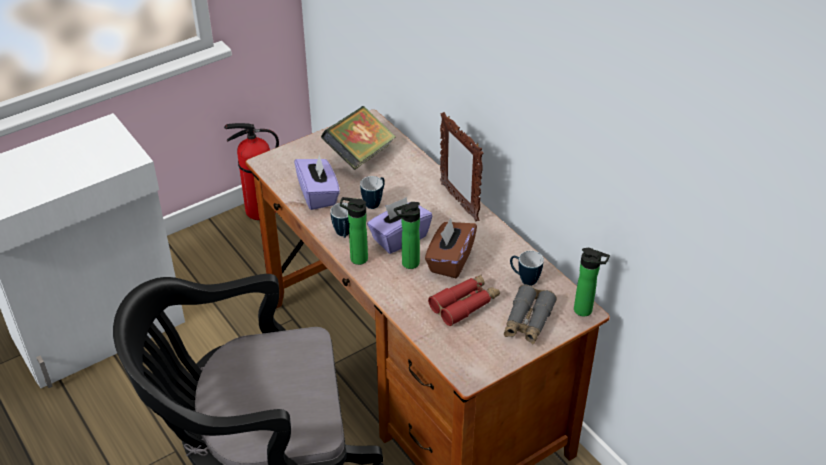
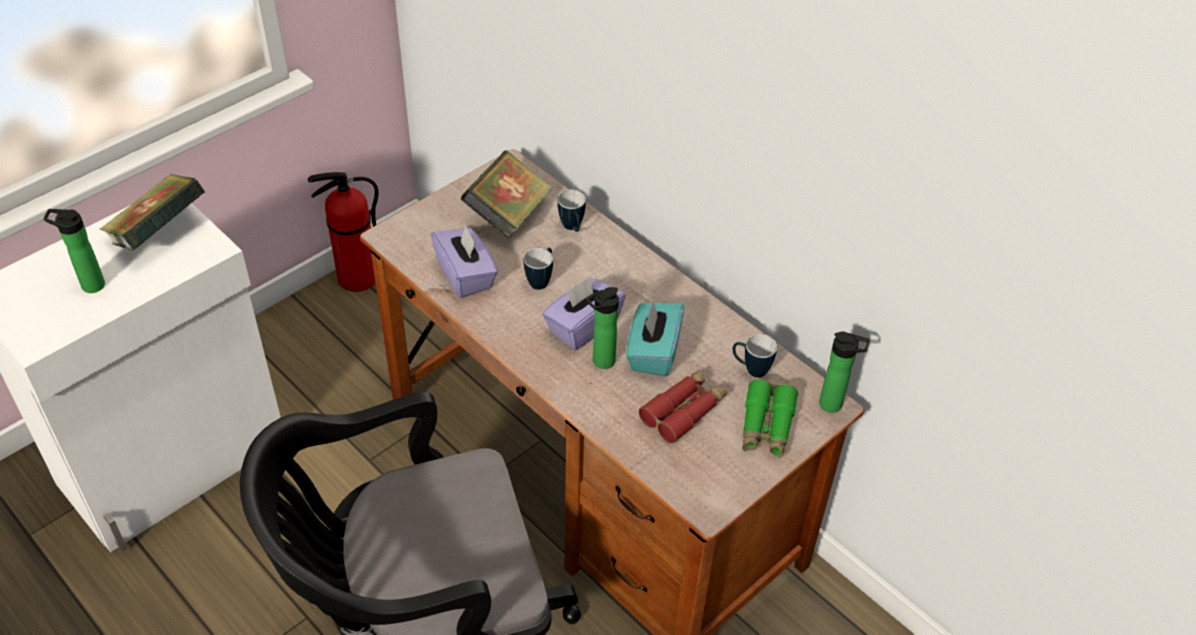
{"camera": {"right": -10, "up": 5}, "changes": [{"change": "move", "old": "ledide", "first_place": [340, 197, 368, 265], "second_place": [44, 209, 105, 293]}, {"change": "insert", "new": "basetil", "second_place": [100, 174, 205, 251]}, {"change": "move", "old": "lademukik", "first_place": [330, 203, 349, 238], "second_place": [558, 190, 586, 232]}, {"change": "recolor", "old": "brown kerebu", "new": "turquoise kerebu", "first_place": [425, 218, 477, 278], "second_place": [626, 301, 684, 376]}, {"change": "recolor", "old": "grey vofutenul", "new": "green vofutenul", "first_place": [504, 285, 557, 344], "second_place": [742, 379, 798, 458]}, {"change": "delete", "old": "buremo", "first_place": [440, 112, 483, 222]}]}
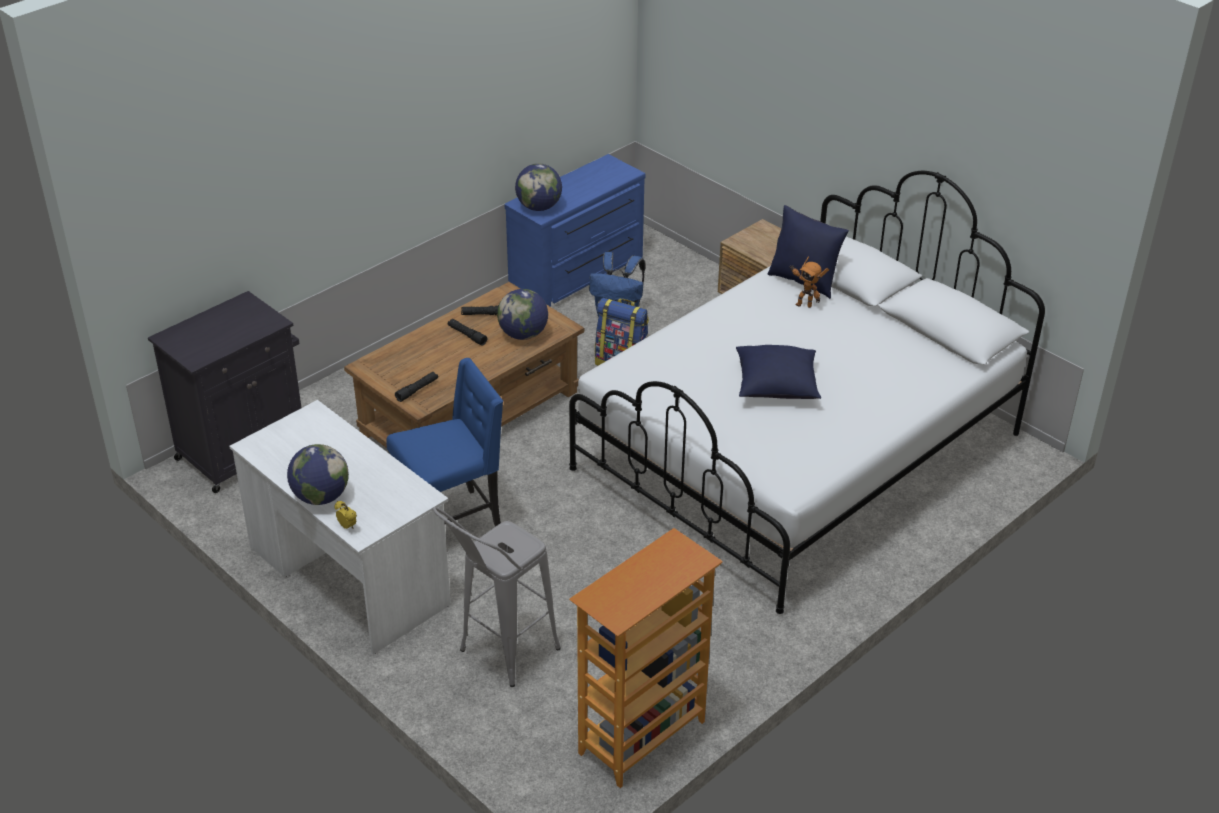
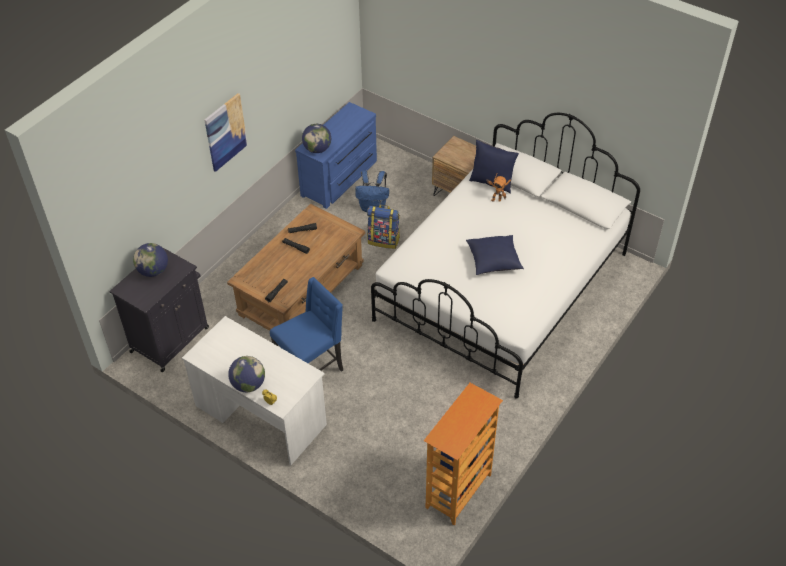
{"camera": {"right": -10, "up": 10}, "changes": [{"change": "move", "old": "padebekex", "first_place": [497, 289, 548, 340], "second_place": [133, 243, 168, 277]}, {"change": "insert", "new": "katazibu", "second_place": [204, 93, 247, 172]}, {"change": "delete", "old": "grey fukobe", "first_place": [432, 507, 561, 687]}]}
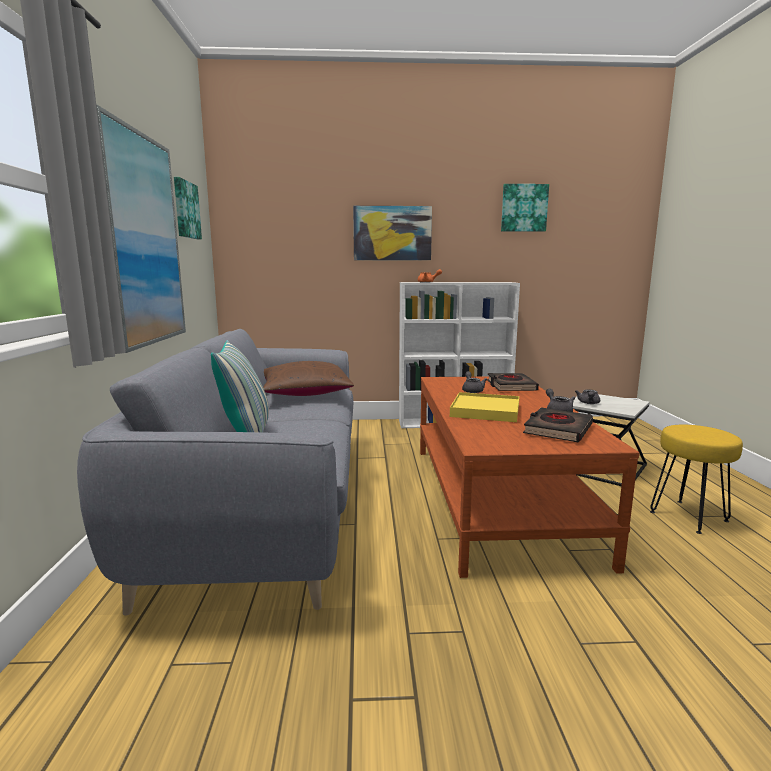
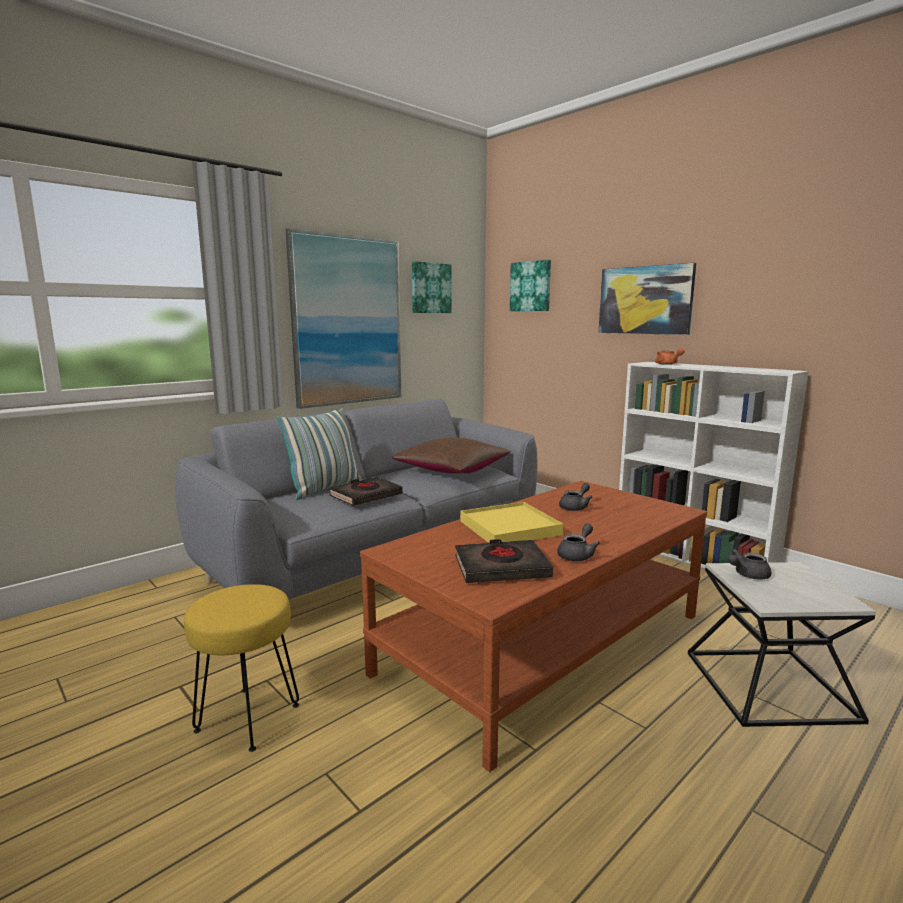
{"camera": {"right": 50, "up": 0}, "changes": [{"change": "move", "old": "yellow fukobe", "first_place": [650, 425, 743, 534], "second_place": [184, 584, 299, 752]}, {"change": "move", "old": "black basetil", "first_place": [487, 373, 539, 391], "second_place": [329, 477, 403, 506]}, {"change": "move", "old": "katazibu", "first_place": [501, 184, 549, 232], "second_place": [510, 260, 551, 311]}]}
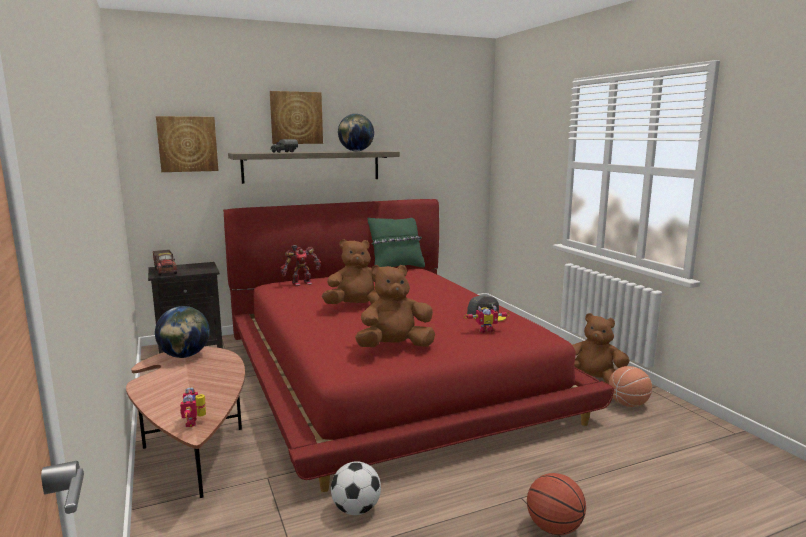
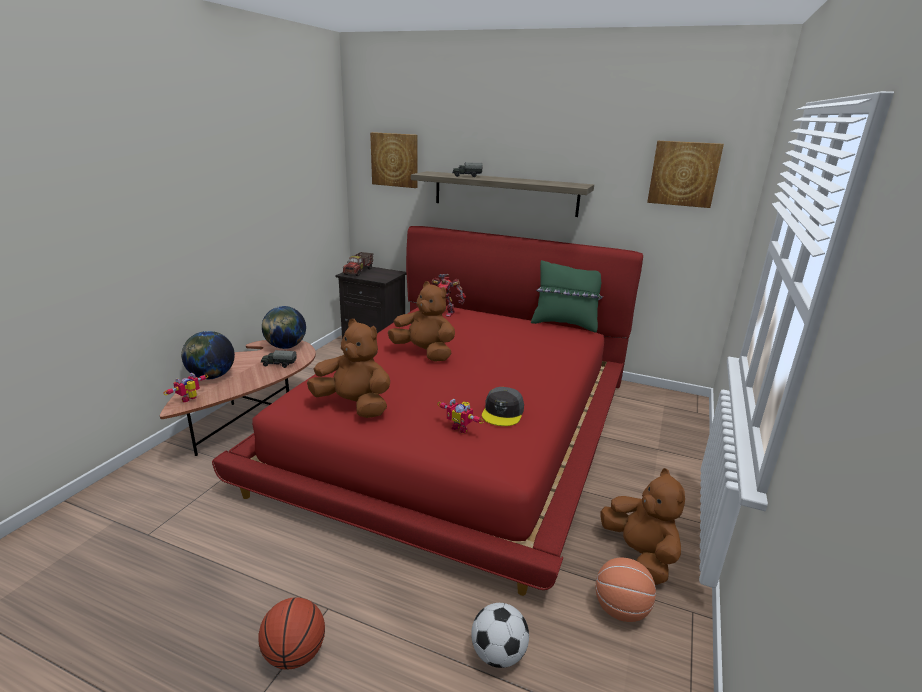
{"camera": {"right": 45, "up": 10}, "changes": [{"change": "move", "old": "padebekex", "first_place": [338, 114, 374, 152], "second_place": [181, 331, 235, 379]}, {"change": "insert", "new": "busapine", "second_place": [261, 350, 297, 368]}, {"change": "move", "old": "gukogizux", "first_place": [331, 461, 381, 515], "second_place": [471, 603, 529, 668]}, {"change": "move", "old": "katazibu", "first_place": [270, 91, 323, 144], "second_place": [647, 141, 724, 208]}]}
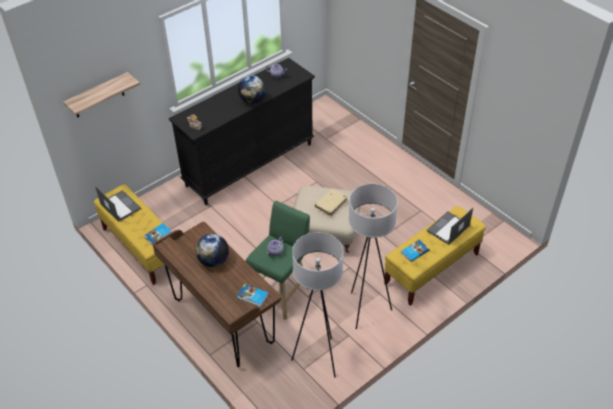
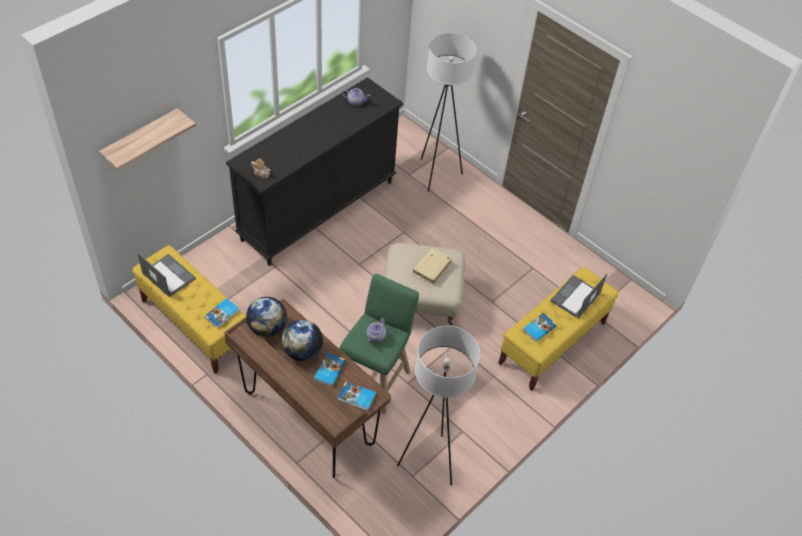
{"camera": {"right": -10, "up": 5}, "changes": [{"change": "move", "old": "padebekex", "first_place": [238, 75, 266, 104], "second_place": [246, 297, 287, 337]}, {"change": "insert", "new": "basetil", "second_place": [314, 353, 346, 387]}, {"change": "move", "old": "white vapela", "first_place": [348, 184, 398, 329], "second_place": [421, 33, 477, 192]}]}
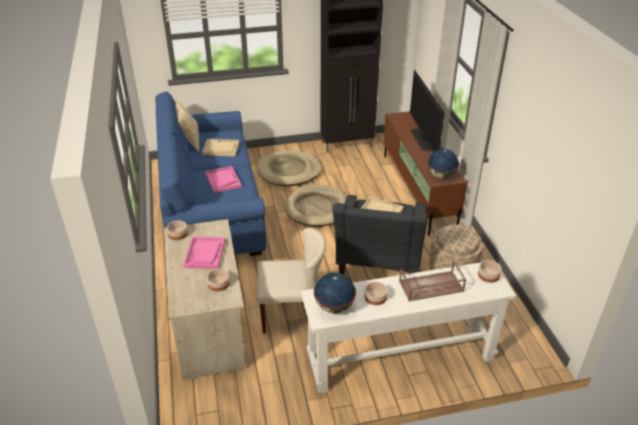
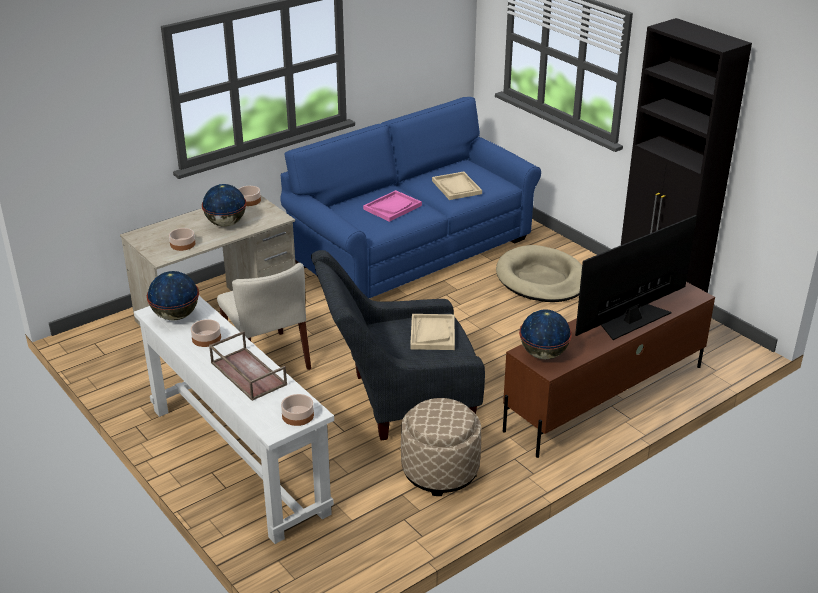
{"camera": {"right": 65, "up": -5}, "changes": [{"change": "replace", "old": "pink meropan", "new": "padebekex", "first_place": [183, 237, 225, 269], "second_place": [202, 184, 246, 227]}, {"change": "delete", "old": "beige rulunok", "first_place": [175, 100, 200, 151]}, {"change": "delete", "old": "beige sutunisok", "first_place": [286, 184, 346, 227]}]}
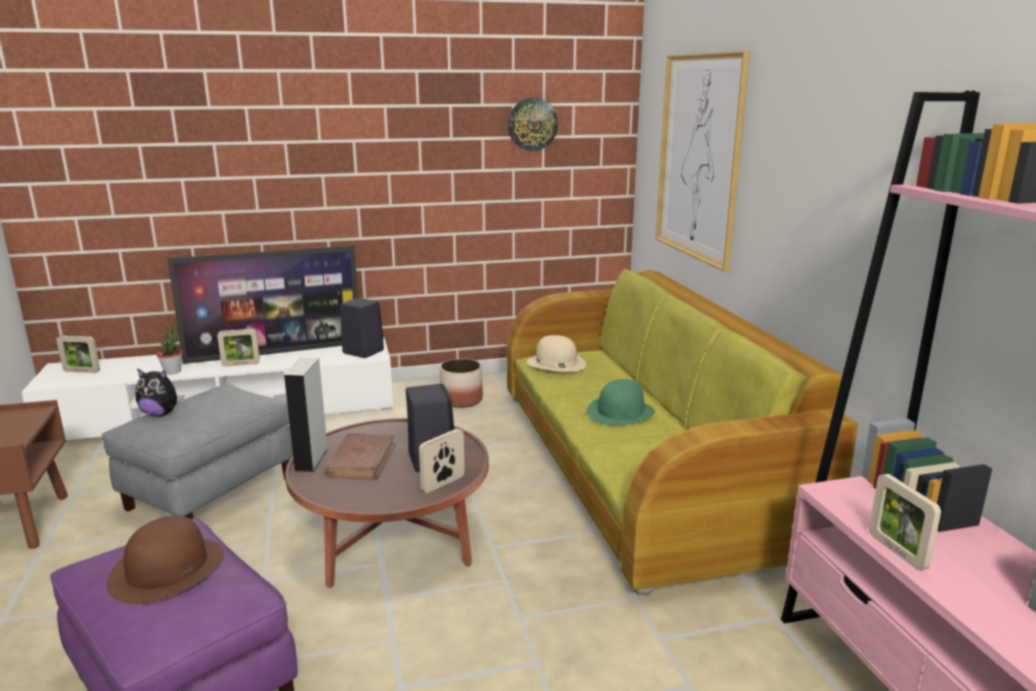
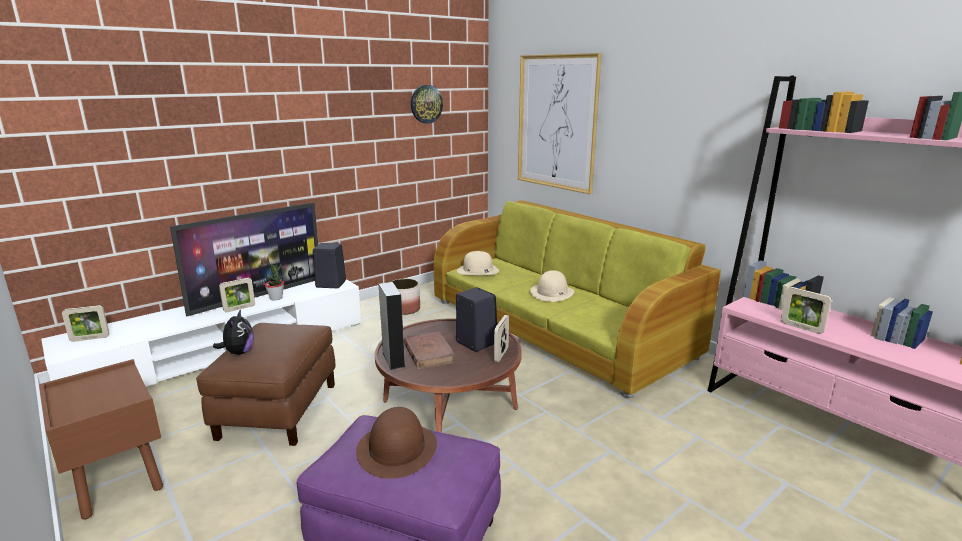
{"camera": {"right": -25, "up": 0}, "changes": [{"change": "recolor", "old": "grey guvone", "new": "brown guvone", "first_place": [101, 385, 293, 519], "second_place": [196, 323, 335, 446]}, {"change": "rotate", "old": "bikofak", "first_place": [135, 368, 185, 417], "second_place": [213, 309, 254, 355], "degrees": -75}, {"change": "move", "old": "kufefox", "first_place": [157, 328, 183, 375], "second_place": [264, 264, 284, 301]}, {"change": "recolor", "old": "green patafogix", "new": "beige patafogix", "first_place": [587, 379, 655, 426], "second_place": [530, 270, 574, 302]}]}
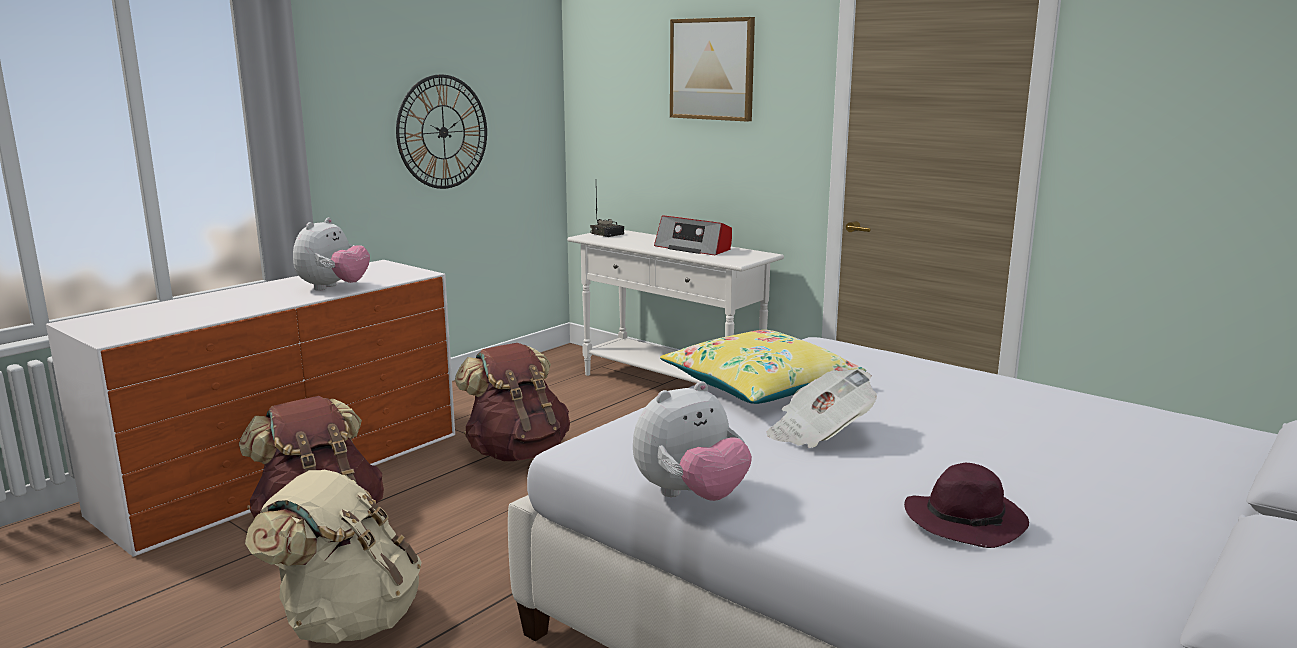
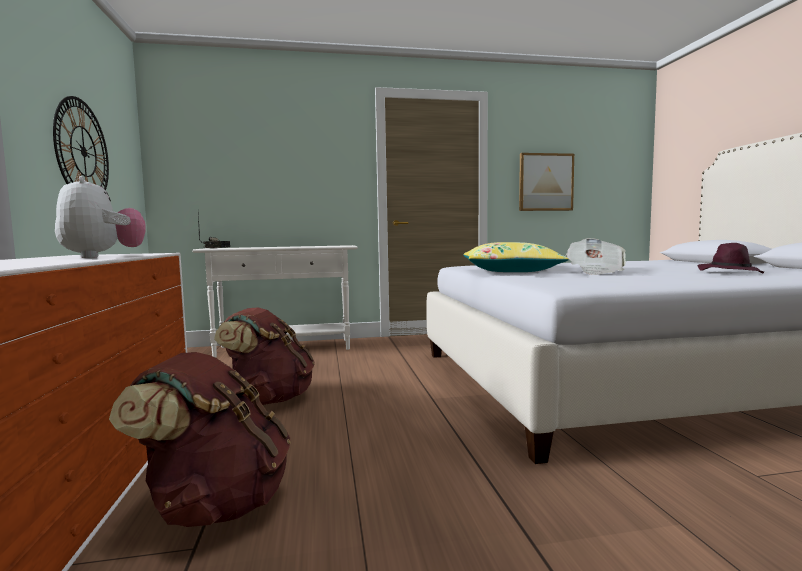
{"camera": {"right": -50, "up": -10}, "changes": [{"change": "move", "old": "katazibu", "first_place": [670, 17, 755, 122], "second_place": [519, 153, 574, 211]}, {"change": "delete", "old": "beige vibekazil", "first_place": [245, 470, 422, 643]}, {"change": "delete", "old": "bikofak", "first_place": [633, 381, 752, 501]}, {"change": "delete", "old": "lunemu", "first_place": [654, 215, 732, 255]}]}
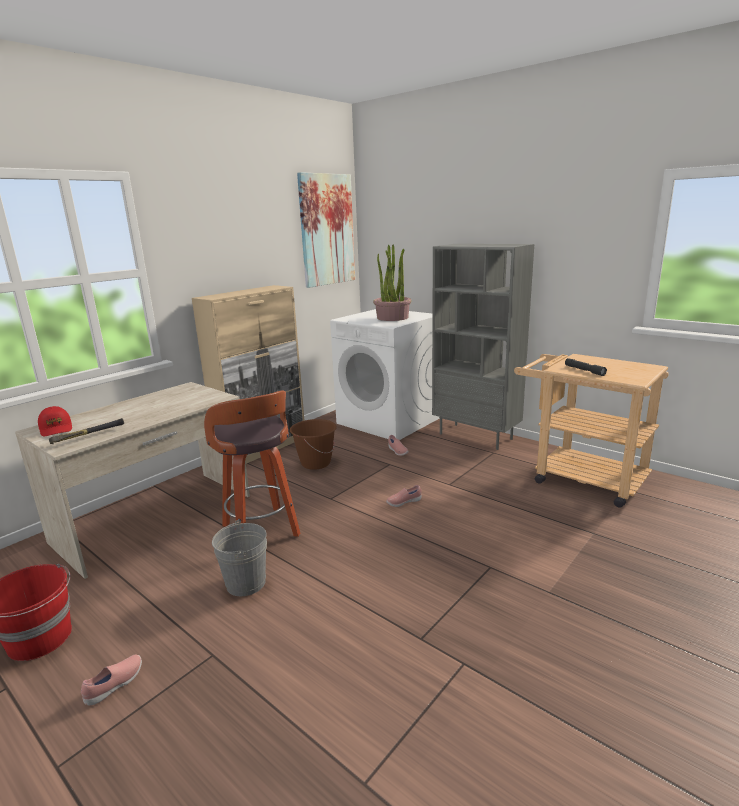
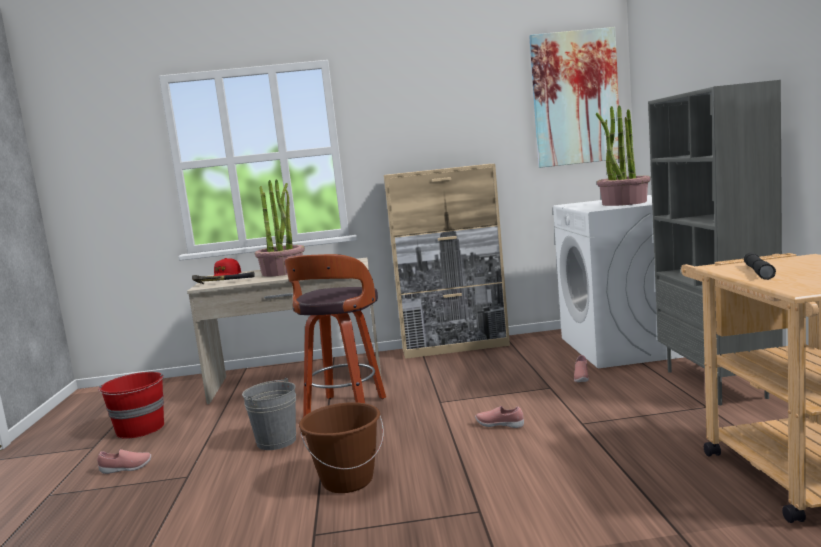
{"camera": {"right": 45, "up": -10}, "changes": [{"change": "insert", "new": "kufefox", "second_place": [255, 179, 305, 276]}, {"change": "move", "old": "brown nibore", "first_place": [290, 419, 337, 470], "second_place": [299, 402, 384, 493]}]}
